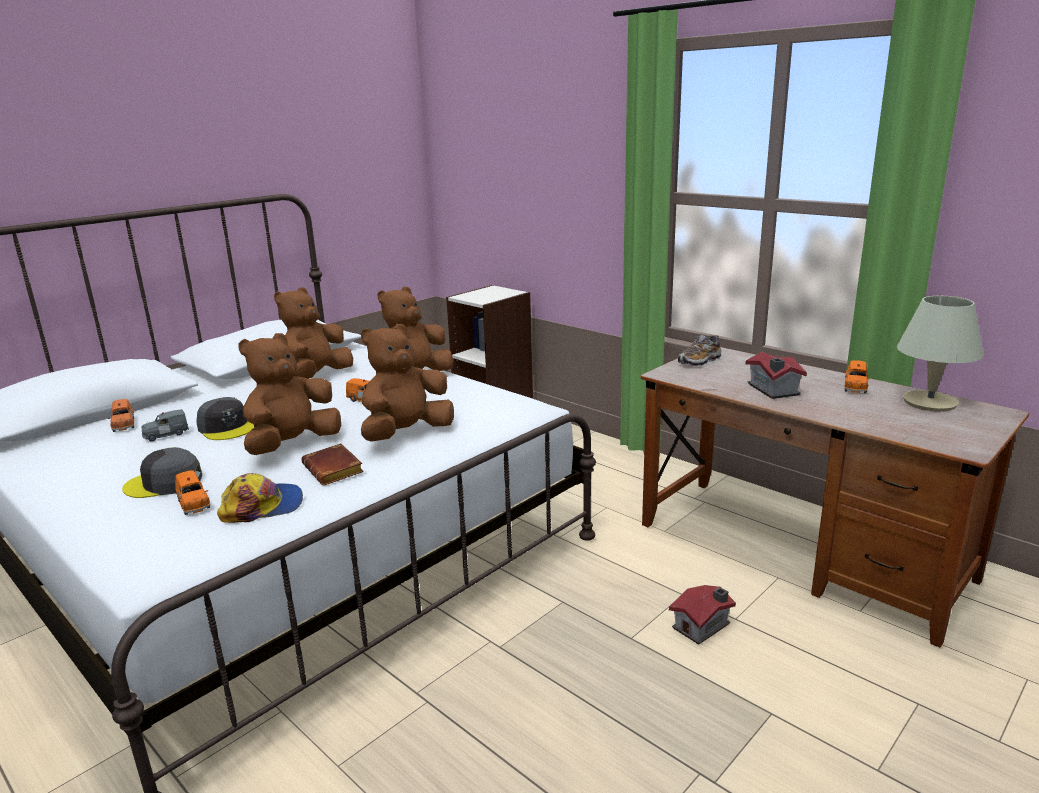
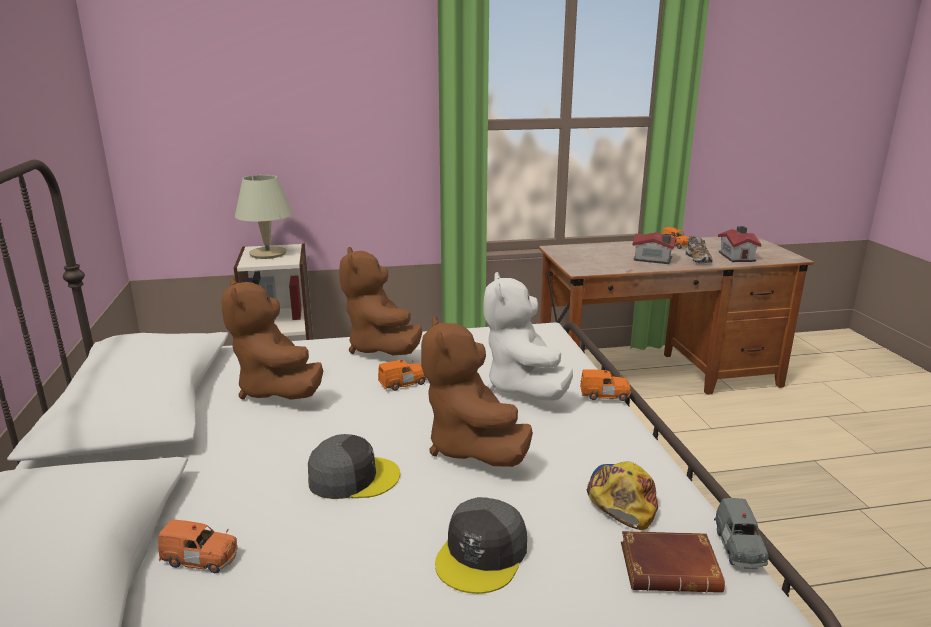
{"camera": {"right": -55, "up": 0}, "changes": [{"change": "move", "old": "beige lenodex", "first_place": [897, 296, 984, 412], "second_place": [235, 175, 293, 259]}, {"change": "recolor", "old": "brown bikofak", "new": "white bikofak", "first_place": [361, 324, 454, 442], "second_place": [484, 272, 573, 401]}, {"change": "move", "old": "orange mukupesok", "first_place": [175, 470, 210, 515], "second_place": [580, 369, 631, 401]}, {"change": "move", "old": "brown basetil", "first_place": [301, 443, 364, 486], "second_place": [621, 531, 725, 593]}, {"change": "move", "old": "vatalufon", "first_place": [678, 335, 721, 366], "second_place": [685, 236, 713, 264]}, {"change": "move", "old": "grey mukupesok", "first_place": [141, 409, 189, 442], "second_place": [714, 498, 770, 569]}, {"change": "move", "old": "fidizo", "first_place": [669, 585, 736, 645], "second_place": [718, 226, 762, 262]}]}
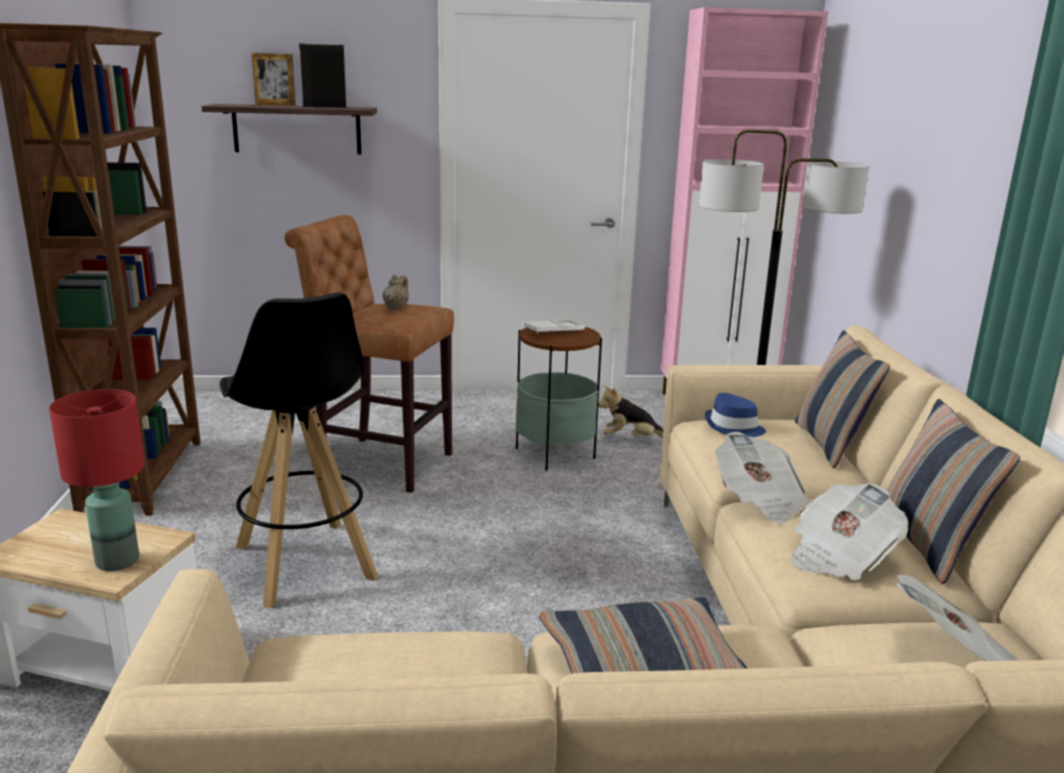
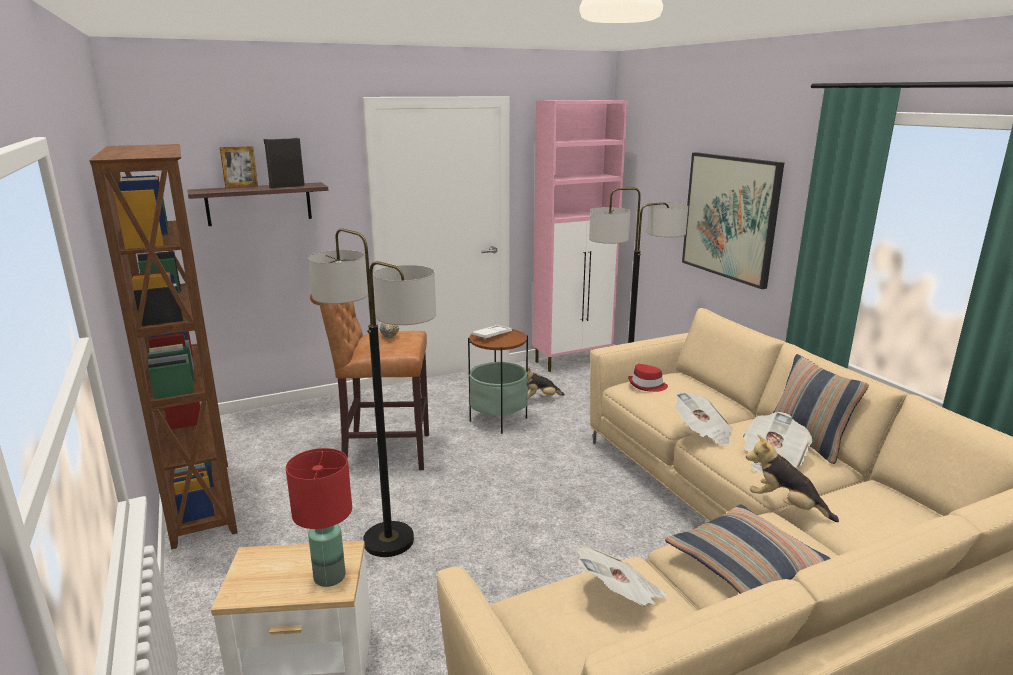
{"camera": {"right": -20, "up": 0}, "changes": [{"change": "replace", "old": "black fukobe", "new": "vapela", "first_place": [220, 292, 378, 608], "second_place": [308, 228, 436, 557]}, {"change": "move", "old": "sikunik", "first_place": [895, 575, 1020, 661], "second_place": [576, 546, 668, 606]}, {"change": "recolor", "old": "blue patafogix", "new": "red patafogix", "first_place": [705, 393, 766, 437], "second_place": [628, 364, 668, 392]}, {"change": "insert", "new": "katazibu", "second_place": [682, 152, 784, 289]}, {"change": "insert", "new": "bikofak", "second_place": [746, 435, 839, 522]}, {"change": "delete", "old": "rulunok", "first_place": [795, 330, 890, 468]}]}
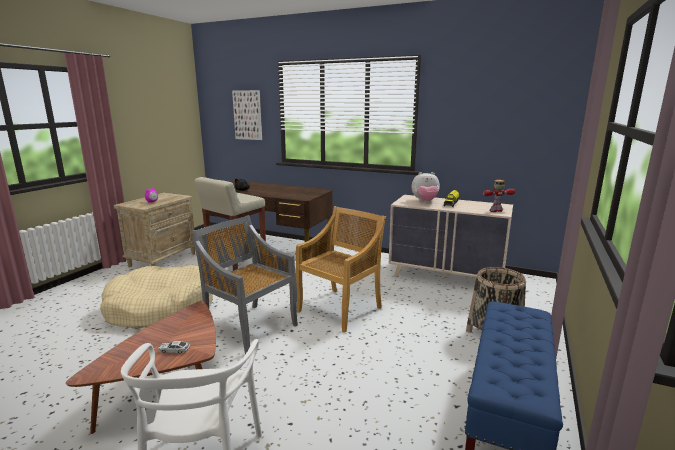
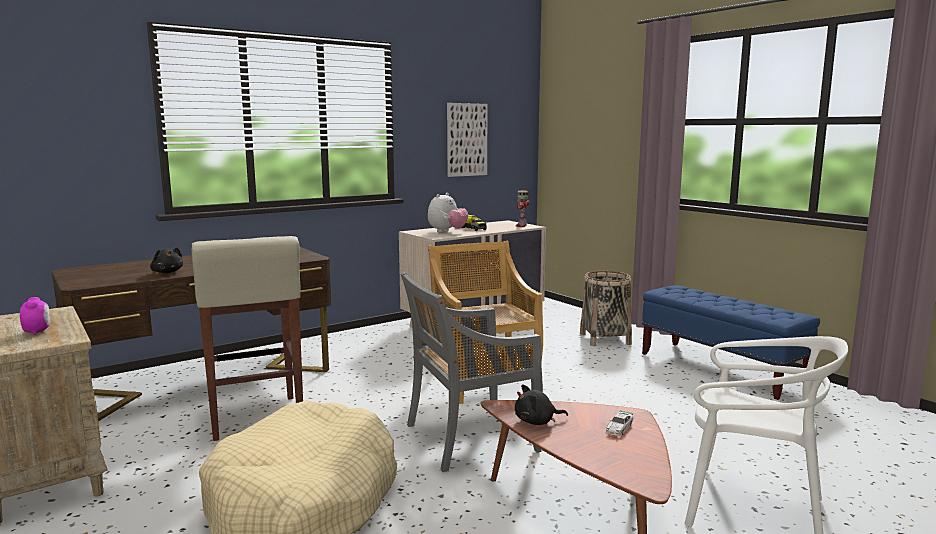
{"camera": {"right": -60, "up": -5}, "changes": [{"change": "move", "old": "katazibu", "first_place": [232, 90, 262, 140], "second_place": [447, 103, 488, 177]}, {"change": "insert", "new": "black bikofak", "second_place": [515, 385, 568, 425]}]}
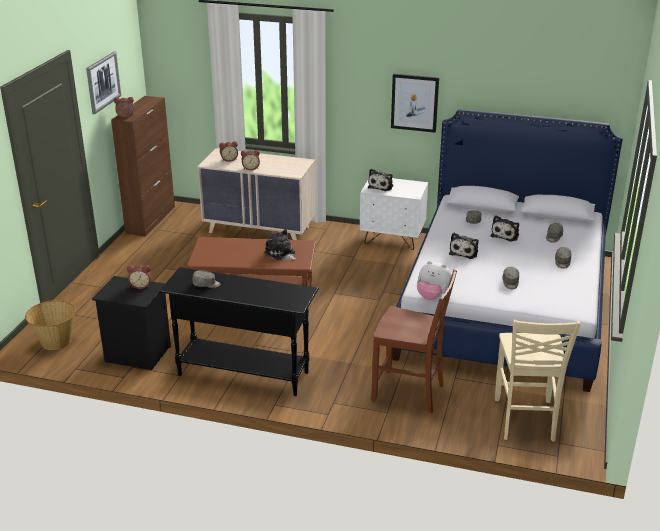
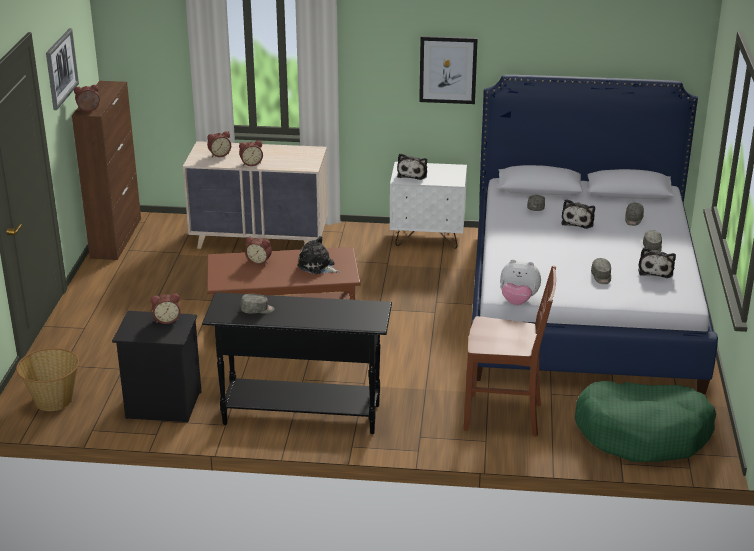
{"camera": {"right": -10, "up": 0}, "changes": [{"change": "insert", "new": "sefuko", "second_place": [245, 237, 272, 265]}, {"change": "replace", "old": "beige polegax", "new": "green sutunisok", "first_place": [495, 320, 581, 442], "second_place": [575, 381, 716, 462]}, {"change": "move", "old": "bikofak", "first_place": [449, 233, 478, 259], "second_place": [638, 247, 676, 278]}]}
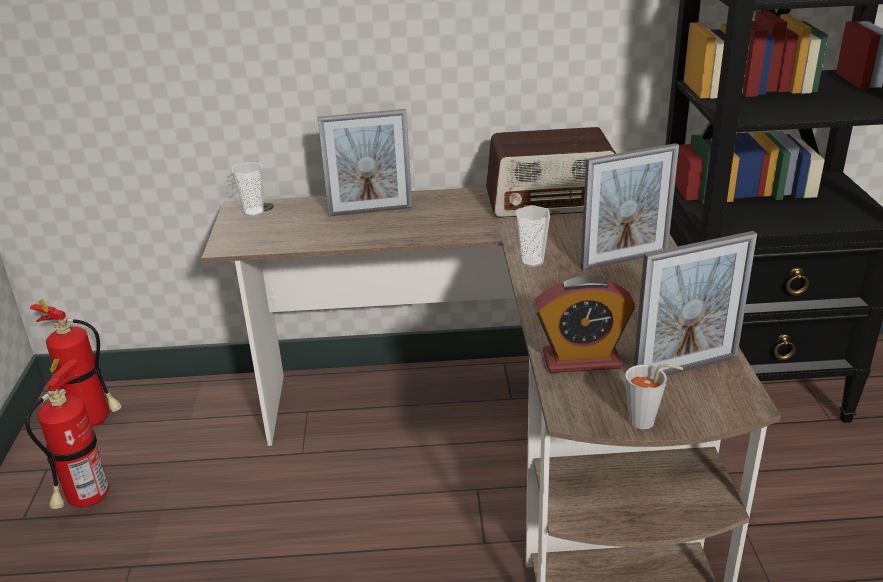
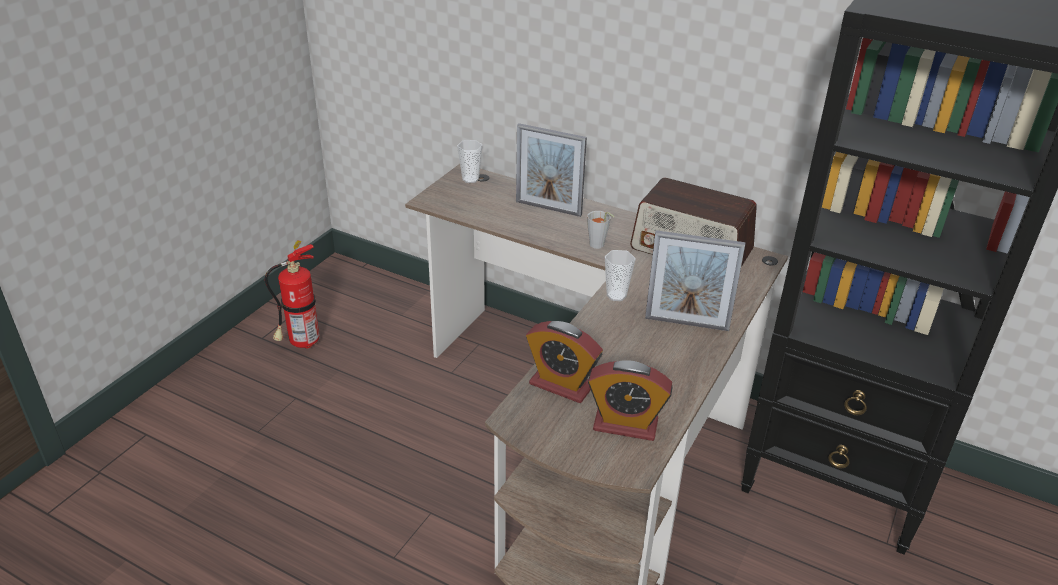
{"camera": {"right": 30, "up": 5}, "changes": [{"change": "move", "old": "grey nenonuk", "first_place": [625, 364, 683, 429], "second_place": [587, 211, 614, 249]}, {"change": "replace", "old": "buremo", "new": "sefuko", "first_place": [634, 231, 757, 376], "second_place": [588, 360, 672, 441]}, {"change": "delete", "old": "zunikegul", "first_place": [30, 299, 122, 427]}]}
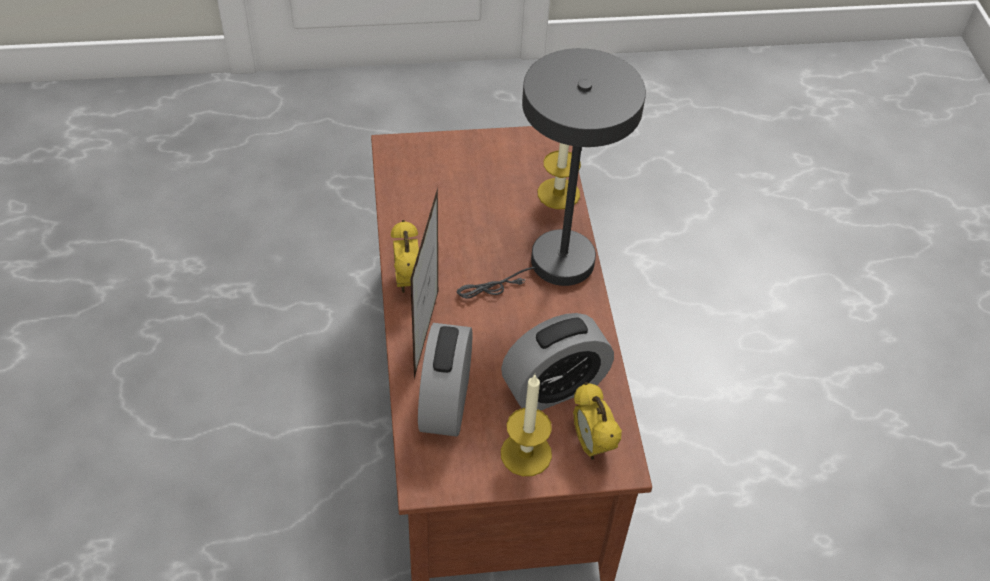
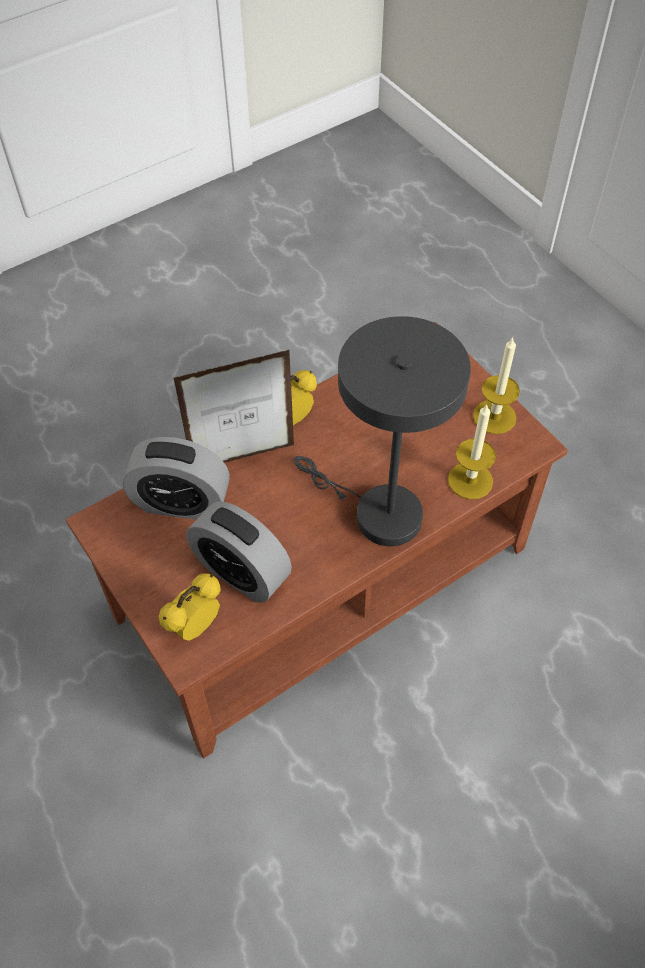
{"camera": {"right": 65, "up": 5}, "changes": [{"change": "rotate", "old": "sefuko", "first_place": [418, 323, 472, 437], "second_place": [123, 437, 230, 520], "degrees": -150}, {"change": "move", "old": "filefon", "first_place": [501, 374, 552, 476], "second_place": [473, 337, 520, 434]}]}
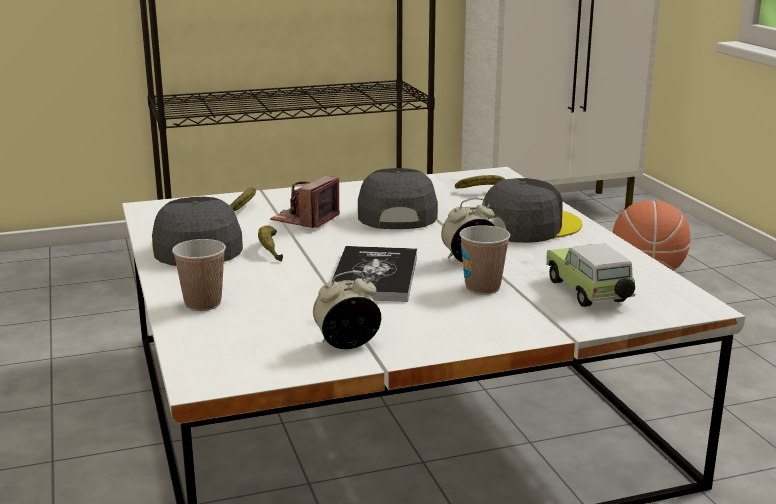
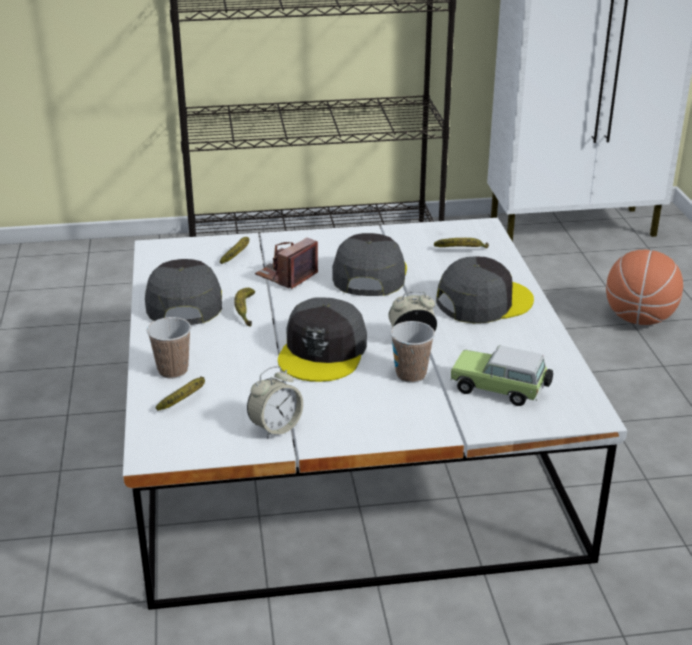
{"camera": {"right": 10, "up": 10}, "changes": [{"change": "insert", "new": "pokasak", "second_place": [156, 376, 205, 411]}, {"change": "rotate", "old": "sefuko", "first_place": [313, 271, 381, 349], "second_place": [247, 366, 303, 439], "degrees": 150}, {"change": "replace", "old": "basetil", "new": "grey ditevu", "first_place": [331, 246, 417, 302], "second_place": [278, 297, 367, 382]}, {"change": "rotate", "old": "mukupesok", "first_place": [546, 244, 636, 307], "second_place": [450, 345, 553, 406], "degrees": -60}]}
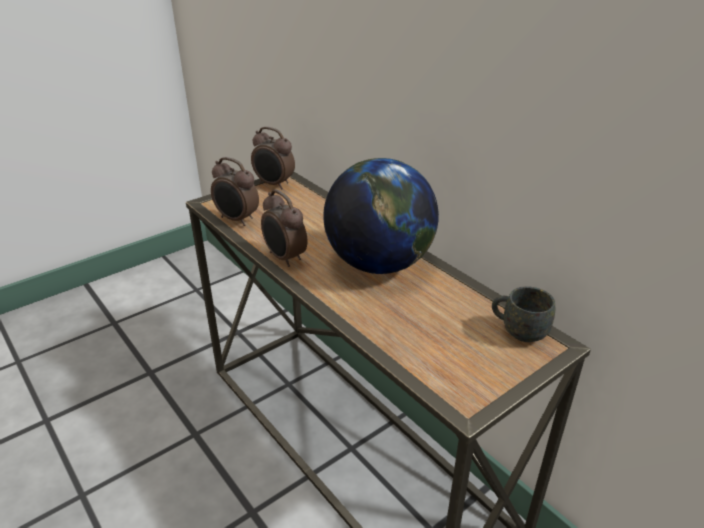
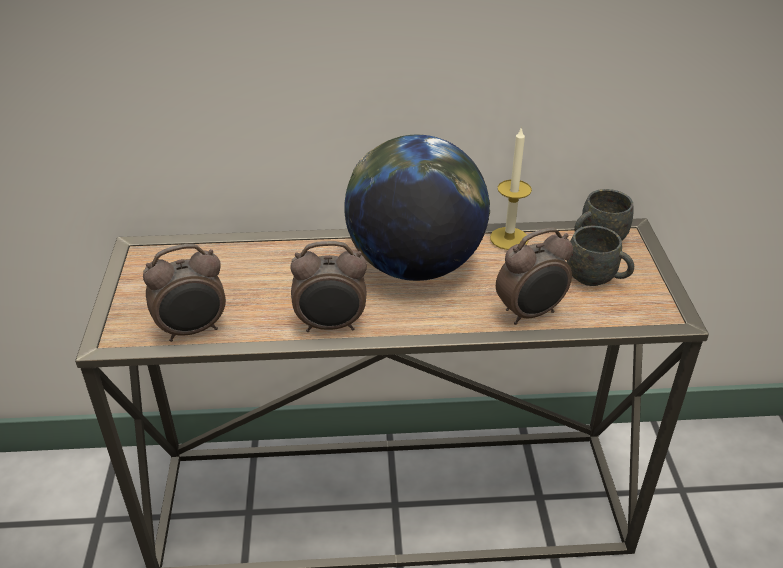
{"camera": {"right": -55, "up": 5}, "changes": [{"change": "insert", "new": "filefon", "second_place": [490, 126, 532, 250]}, {"change": "move", "old": "sefuko", "first_place": [251, 127, 295, 189], "second_place": [496, 228, 573, 325]}, {"change": "insert", "new": "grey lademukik", "second_place": [567, 226, 634, 286]}]}
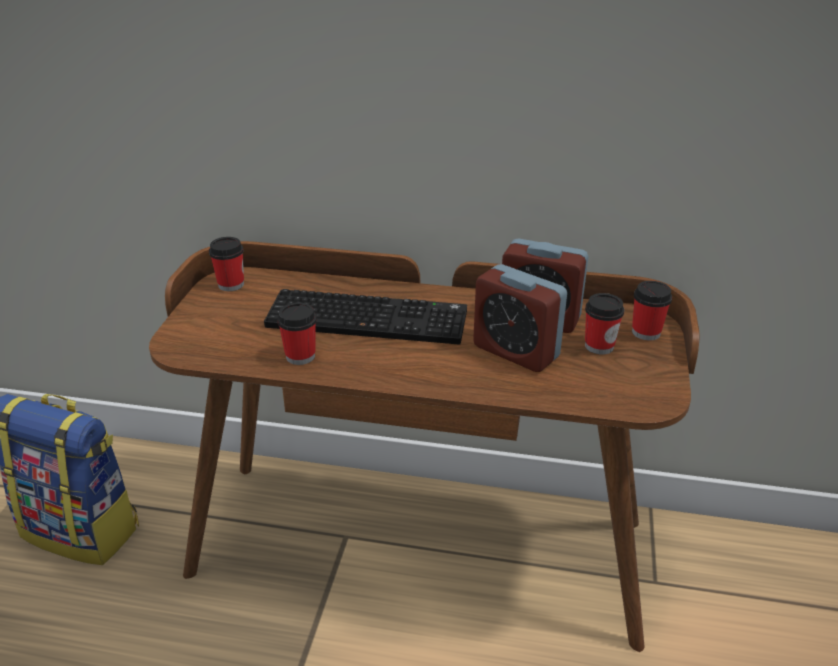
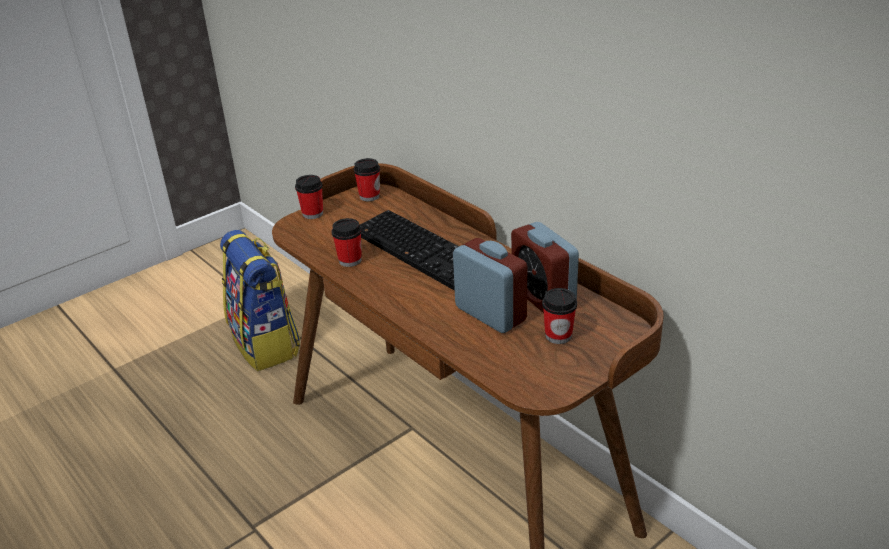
{"camera": {"right": 40, "up": 0}, "changes": [{"change": "move", "old": "nenonuk", "first_place": [632, 281, 672, 341], "second_place": [295, 175, 323, 219]}, {"change": "rotate", "old": "sefuko", "first_place": [473, 264, 567, 372], "second_place": [453, 238, 527, 333], "degrees": 150}]}
